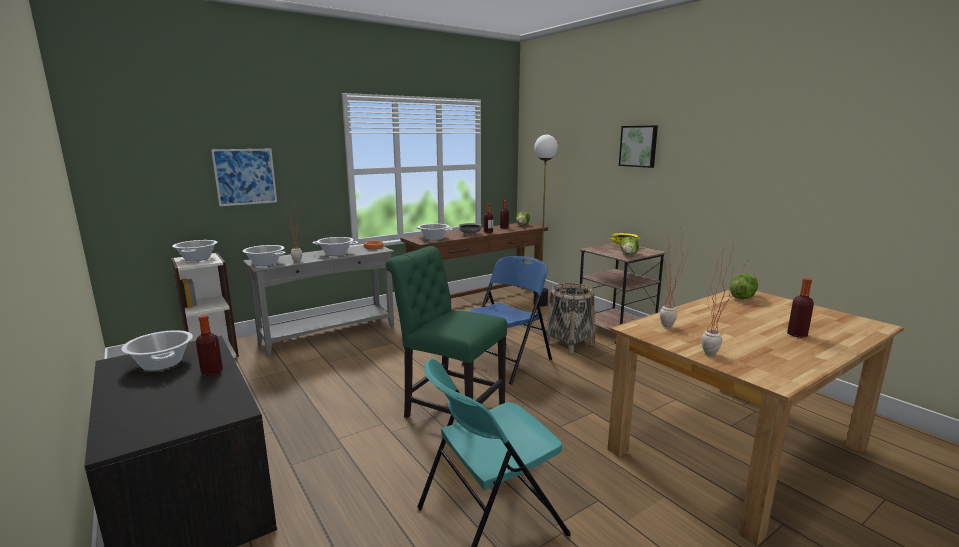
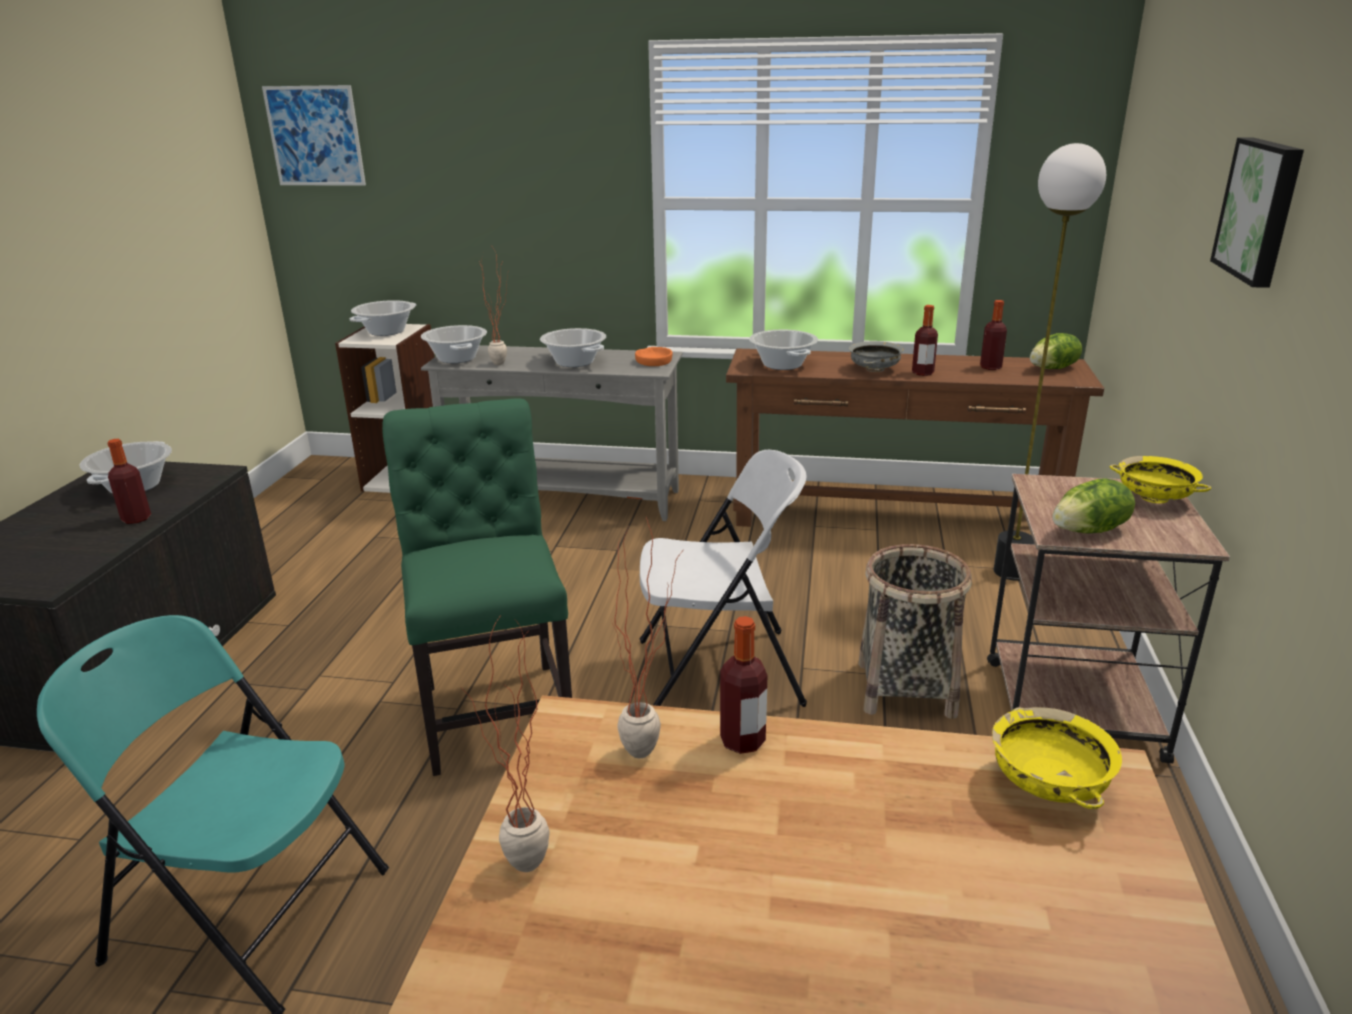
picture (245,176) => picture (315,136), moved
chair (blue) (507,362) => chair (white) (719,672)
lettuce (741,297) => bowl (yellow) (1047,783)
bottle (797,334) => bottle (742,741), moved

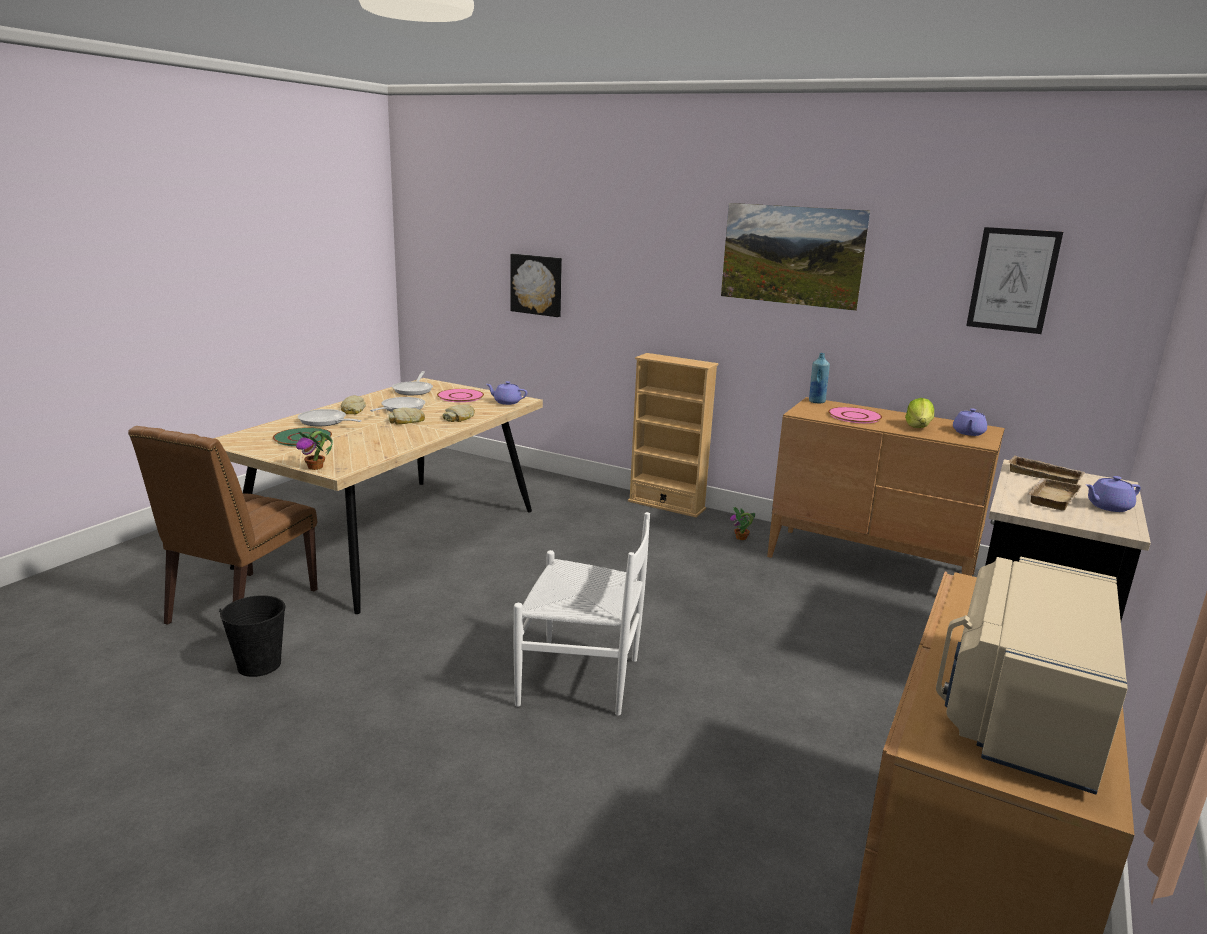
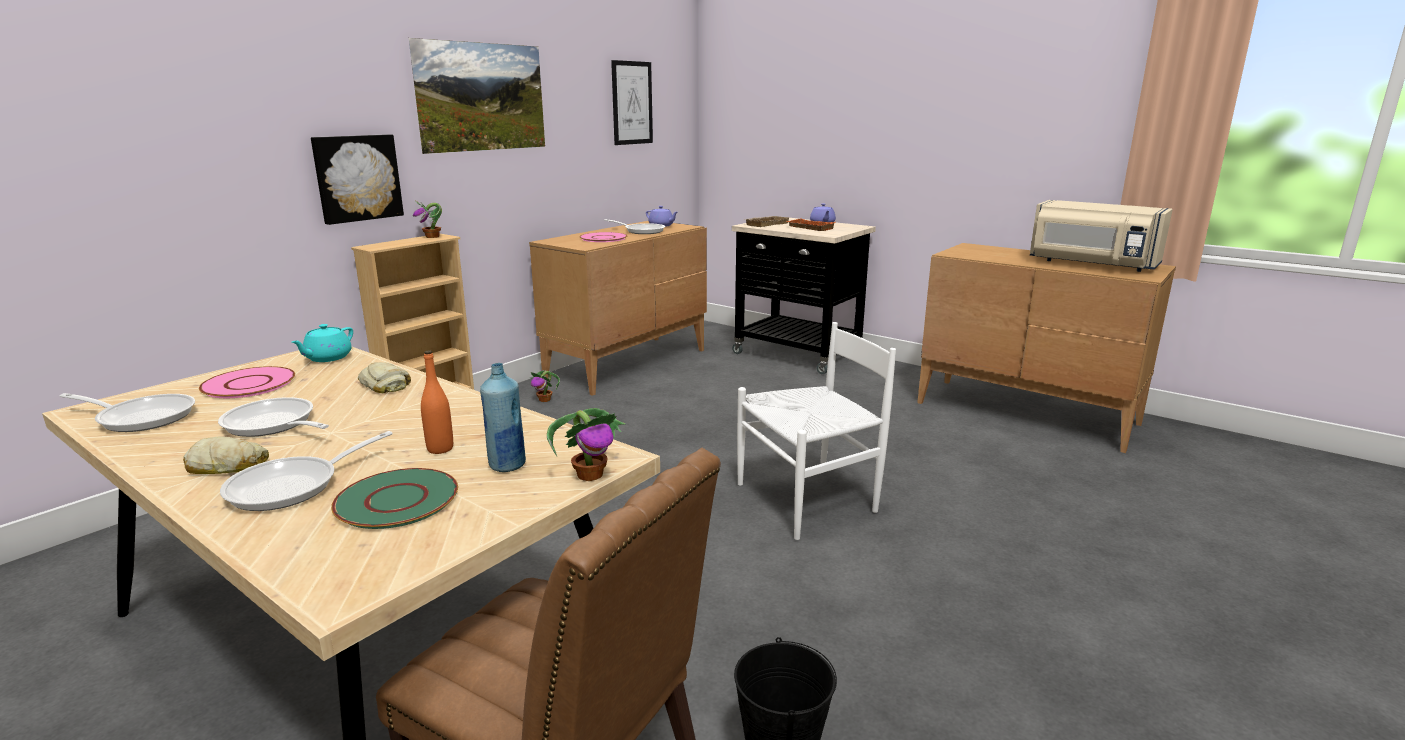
bread (407,421) => nothing
teapot (purple) (506,402) => teapot (turquoise) (327,358)
picture (537,284) => picture (357,178), moved
chair (white) (581,680) => chair (white) (809,500), 45 degrees clockwise
bottle (blue) (816,401) => bottle (blue) (507,465), moved
lettuce (918,427) => frying pan (641,231)
tray (beige) (1050,498) => tray (orange) (809,228)
nothing => potted plant (432,237)
nothing => bottle (orange) (440,449)

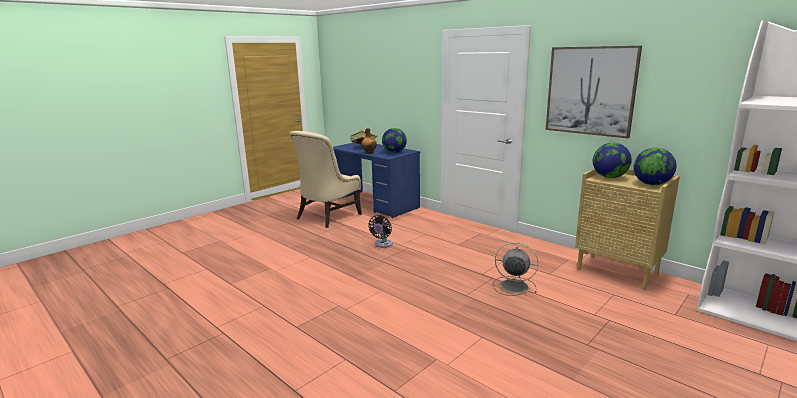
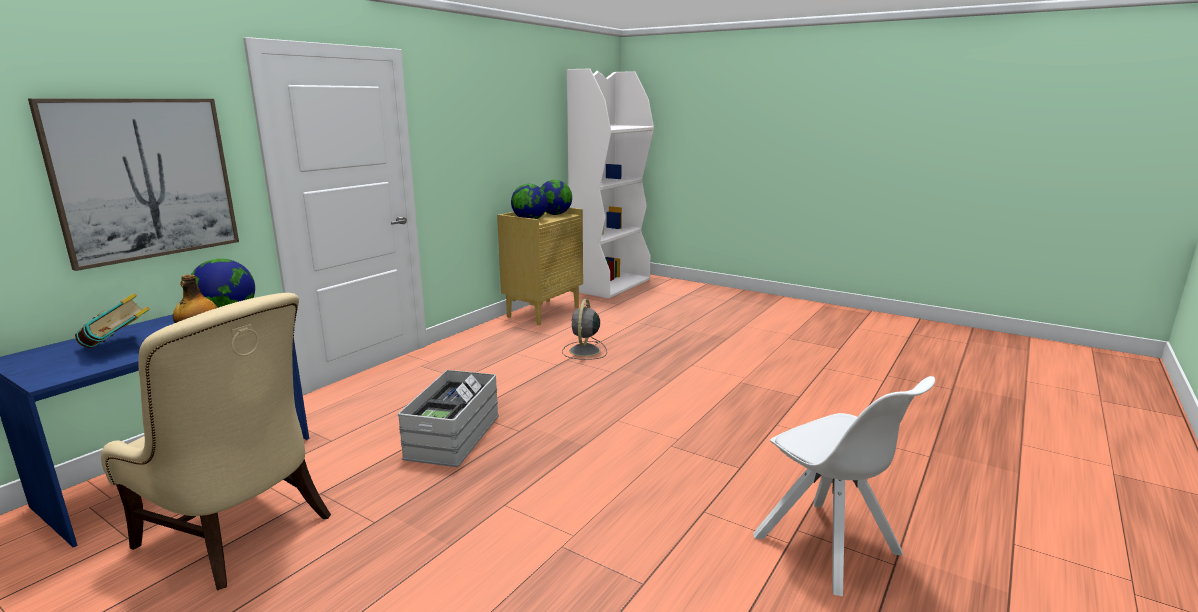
fan (black) (382,244) => storage box (grey) (452,435)
picture (590,91) => picture (145,179), moved
nothing => chair (white) (828,547)

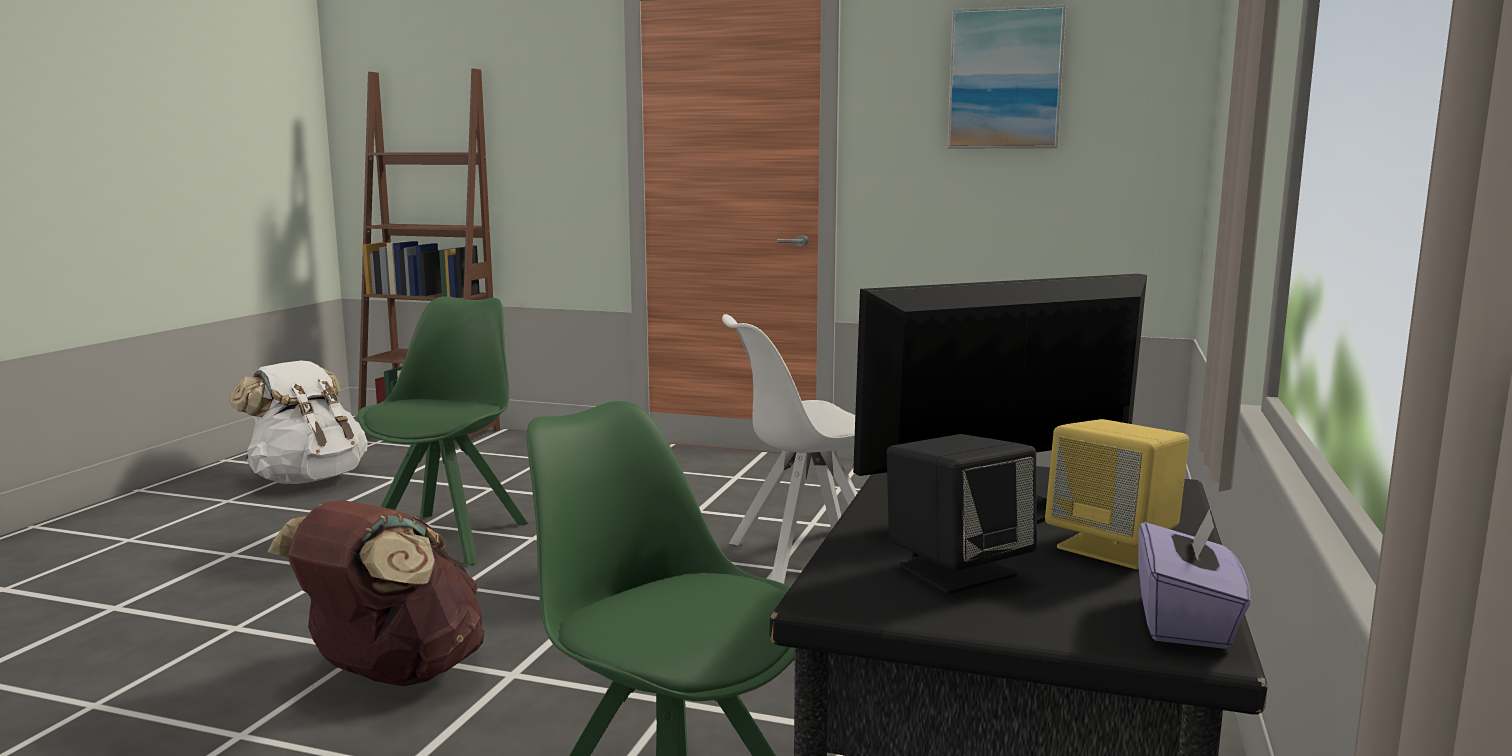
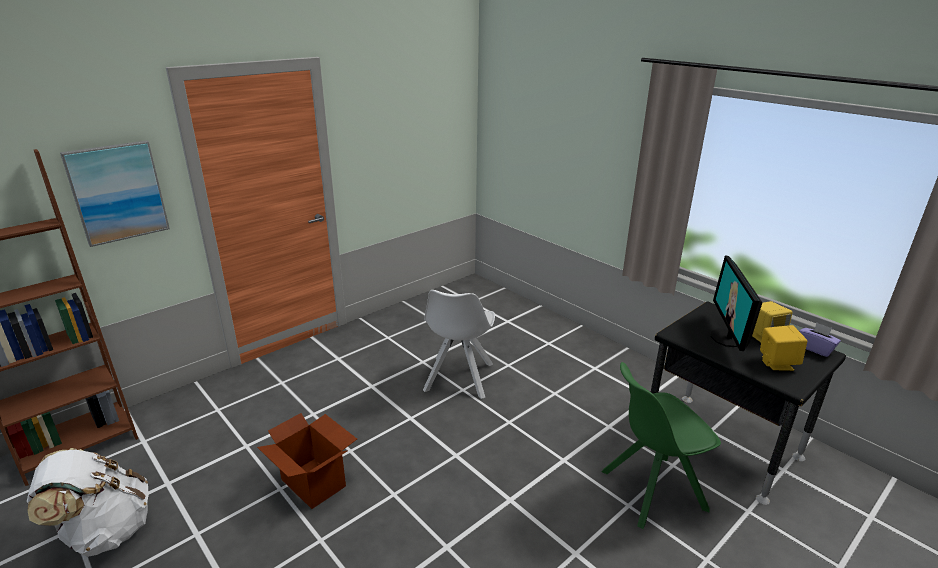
backpack (brown) (393,674) => nothing
chair (green) (449,537) => cardboard box (314,482)
speaker (black) (956,570) => speaker (yellow) (777,363)
picture (1005,79) => picture (117,192), moved

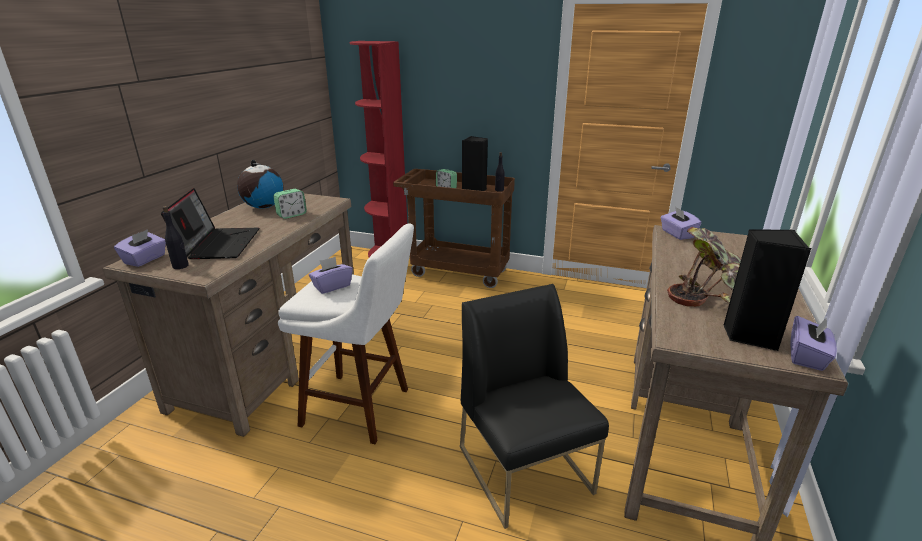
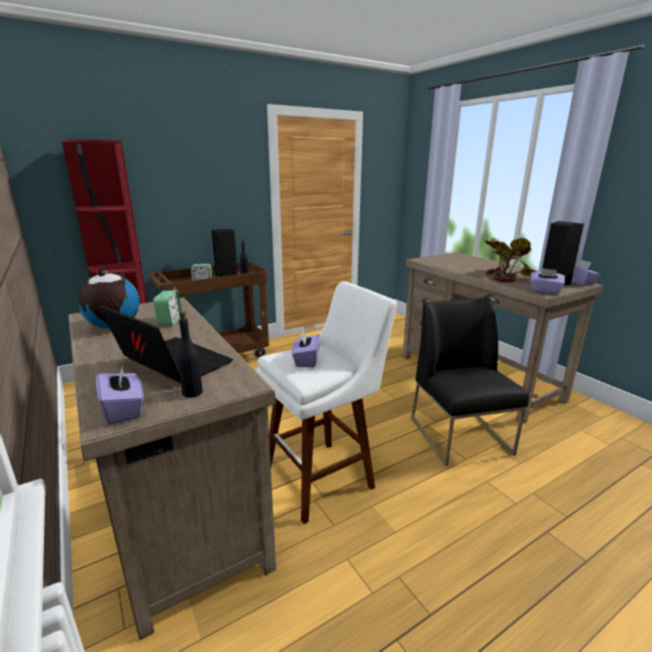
chair (black) (526,470) => chair (black) (461,435), 60 degrees clockwise
tissue box (purple) (677,234) => tissue box (purple) (544,291), moved

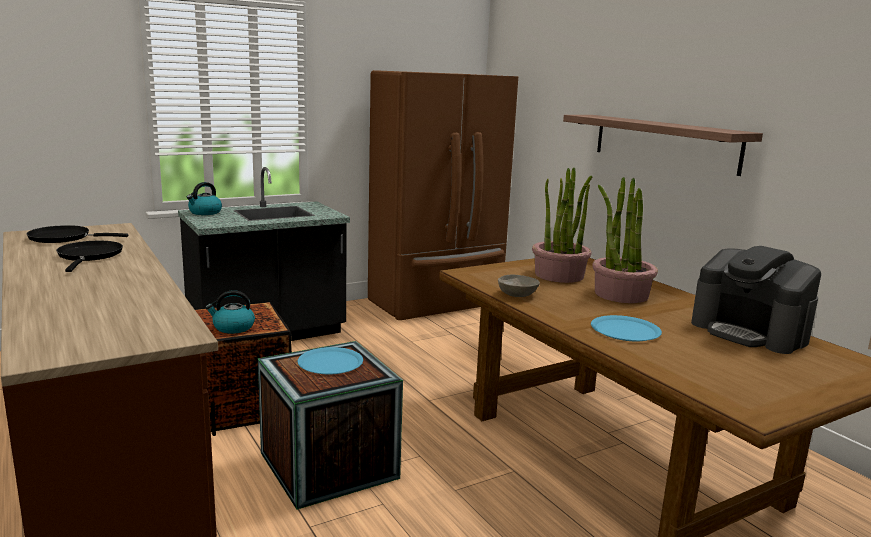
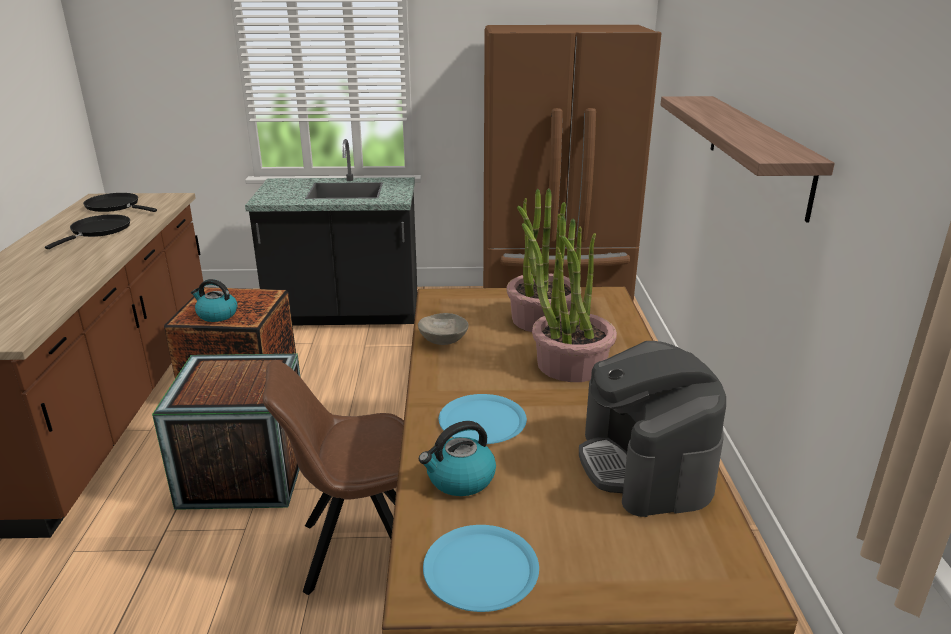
kettle (205,212) => kettle (460,479), moved
plate (blue) (330,362) => plate (blue) (481,569), moved
nothing => chair (brown) (358,550)

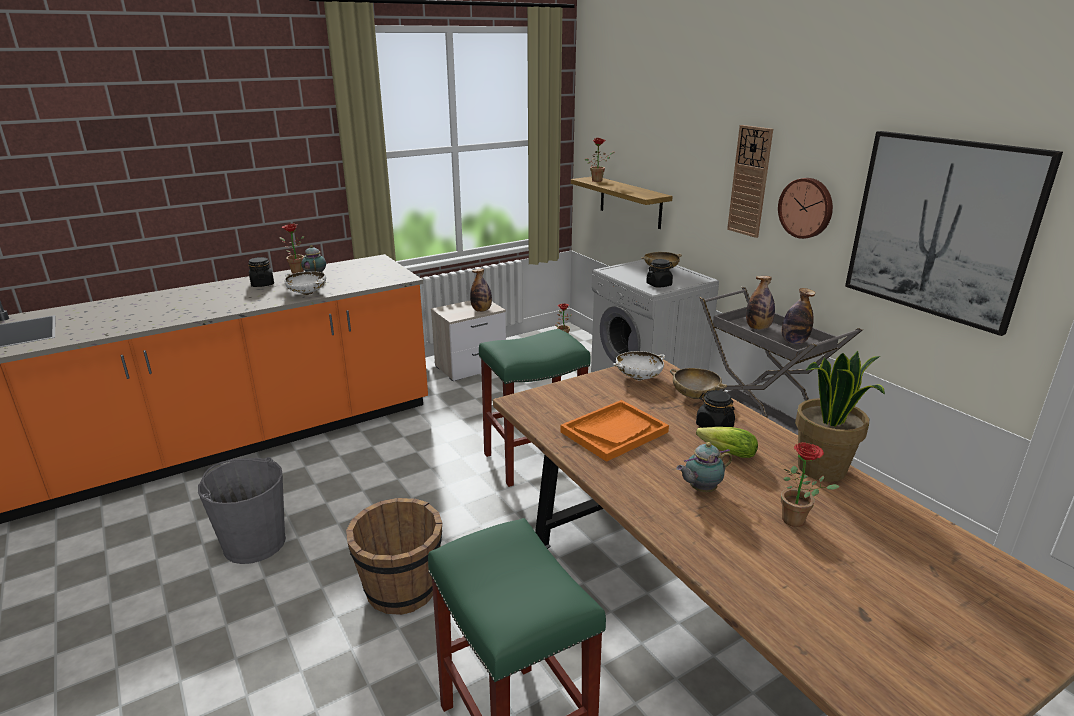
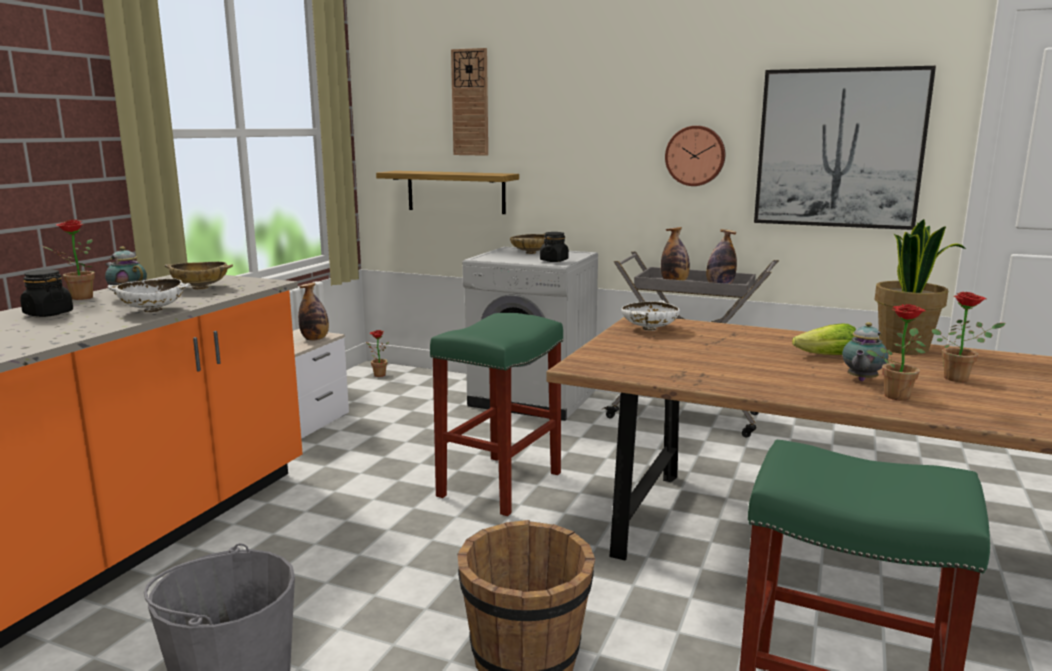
tray (orange) (614,432) => nothing
potted plant (598,180) => potted plant (896,395), moved
bowl (beige) (695,396) => bowl (beige) (200,288), moved
jar (black) (714,426) => nothing
wall clock (750,181) => wall clock (470,102), moved

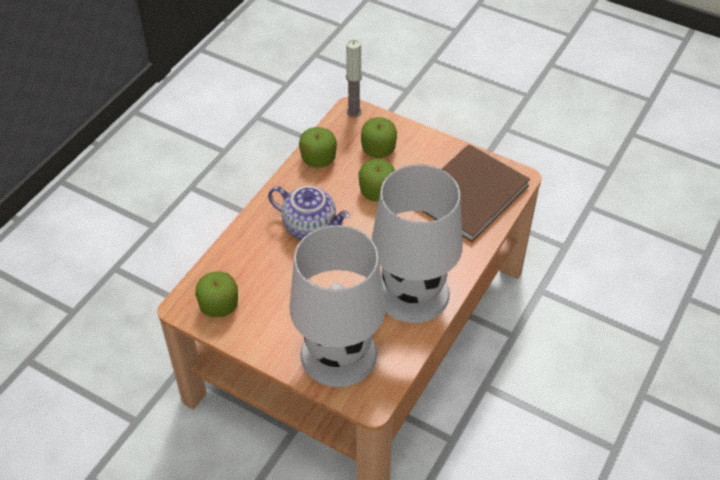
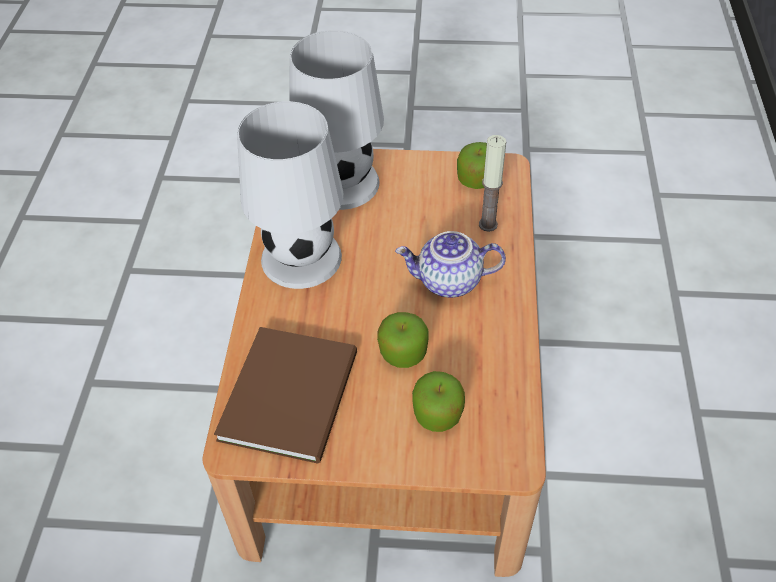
apple (318,158) => nothing
candle (354,112) => candle (488,224), moved

